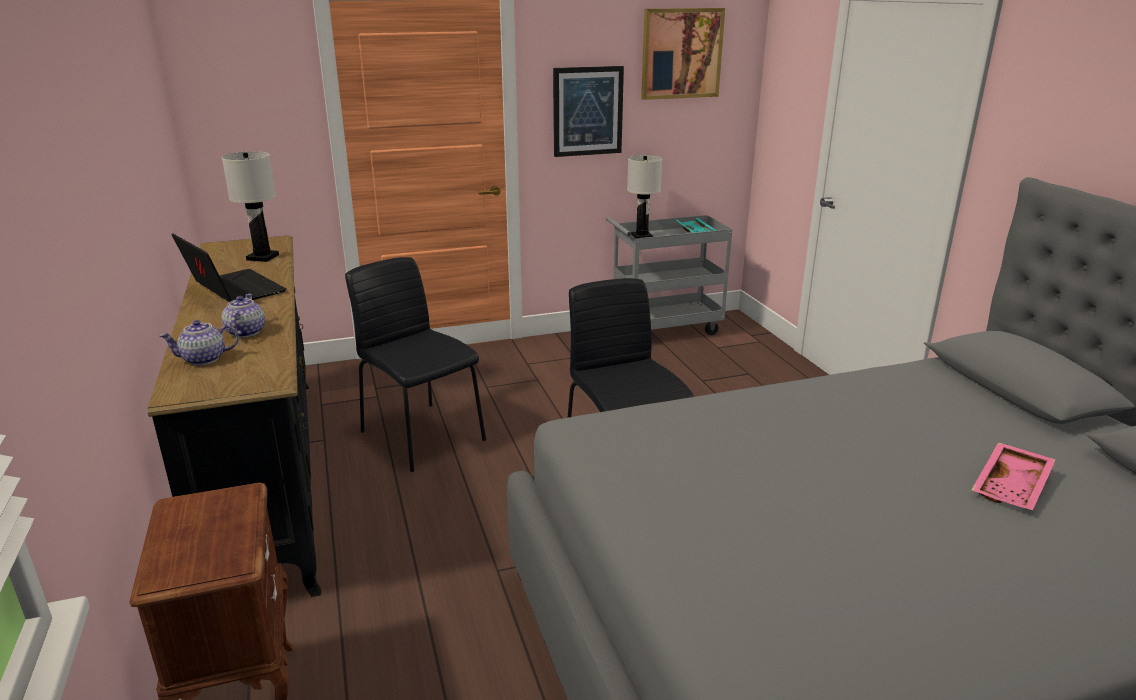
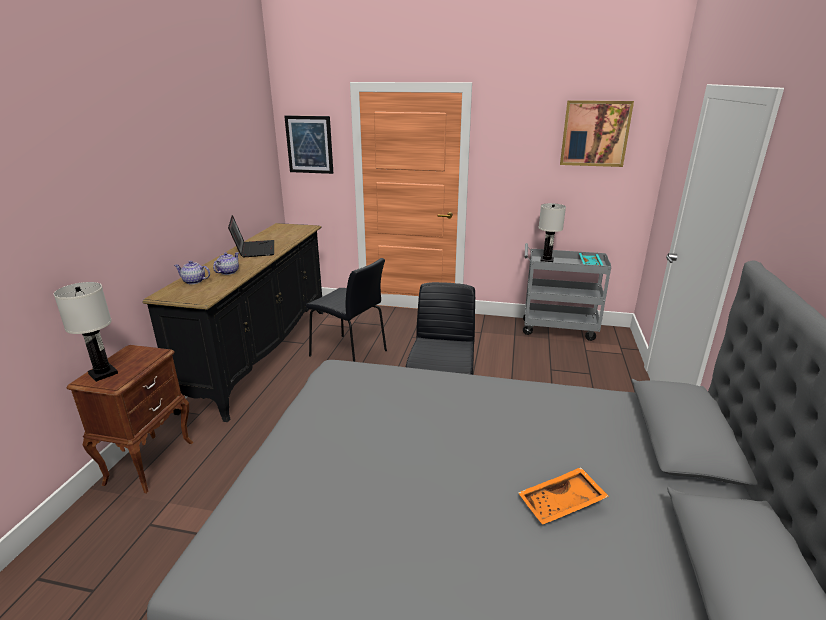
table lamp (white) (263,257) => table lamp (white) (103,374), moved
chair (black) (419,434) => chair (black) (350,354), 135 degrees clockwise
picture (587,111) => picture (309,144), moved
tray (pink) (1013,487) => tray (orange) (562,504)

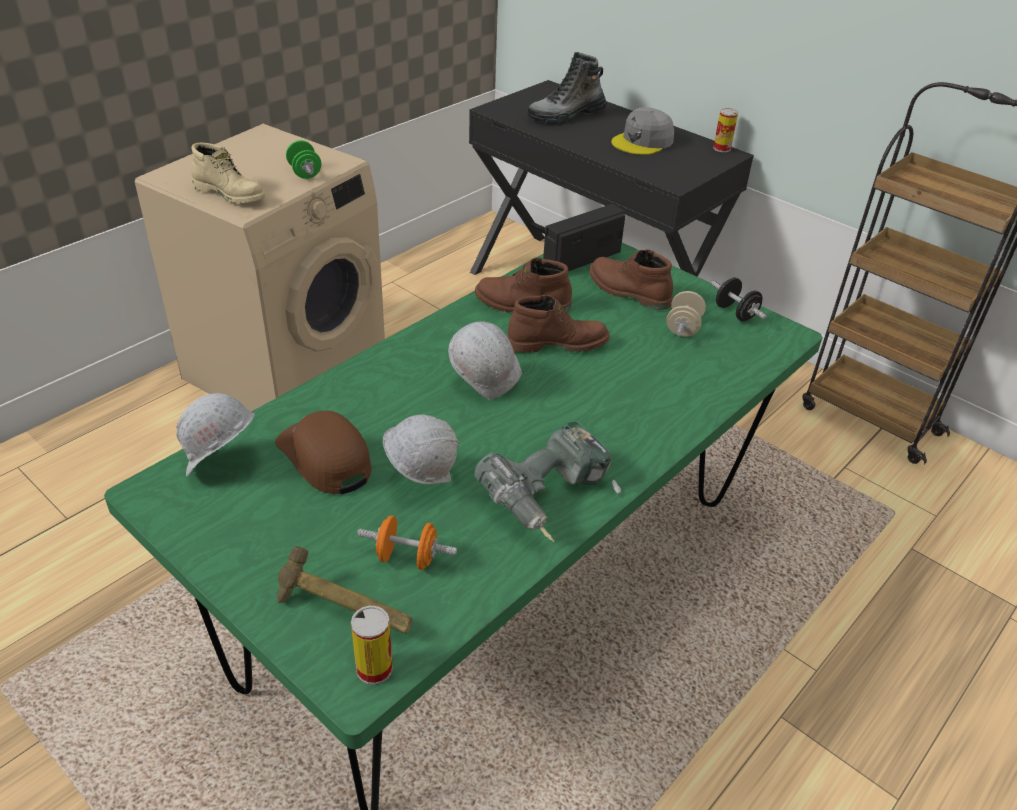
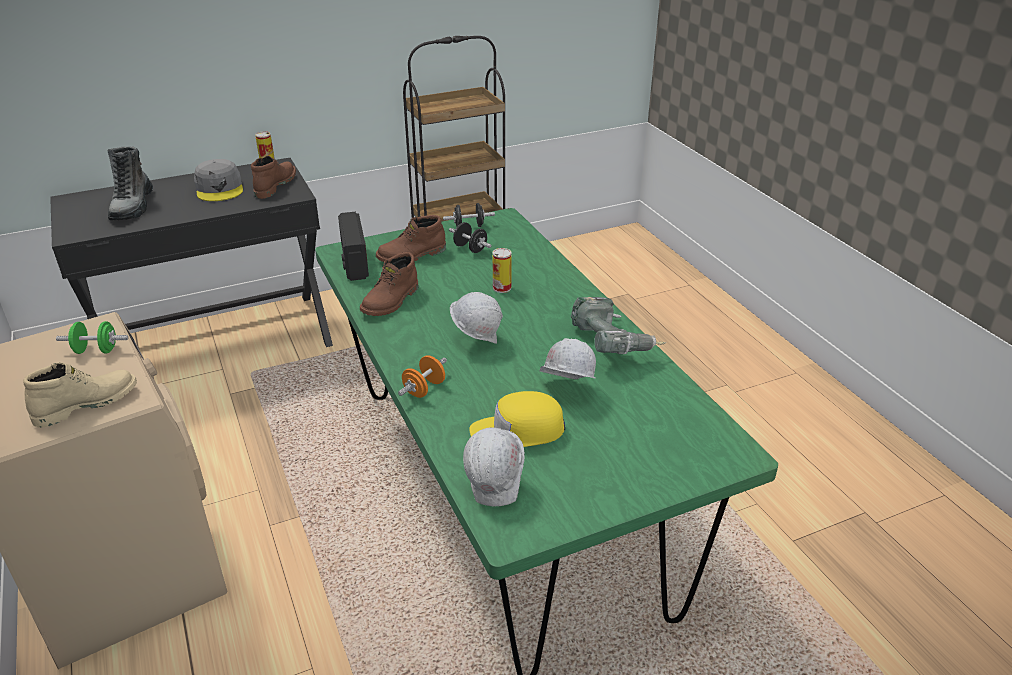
cap (brown) (325,457) => cap (yellow) (517,432)
hammer (345,612) => nothing
can (374,669) => can (502,288), moved
dumbbell (orange) (407,558) => dumbbell (orange) (424,389), moved
boot (brown) (557,343) => boot (brown) (274,185), moved
dumbbell (beige) (683,328) => dumbbell (black) (470,248)

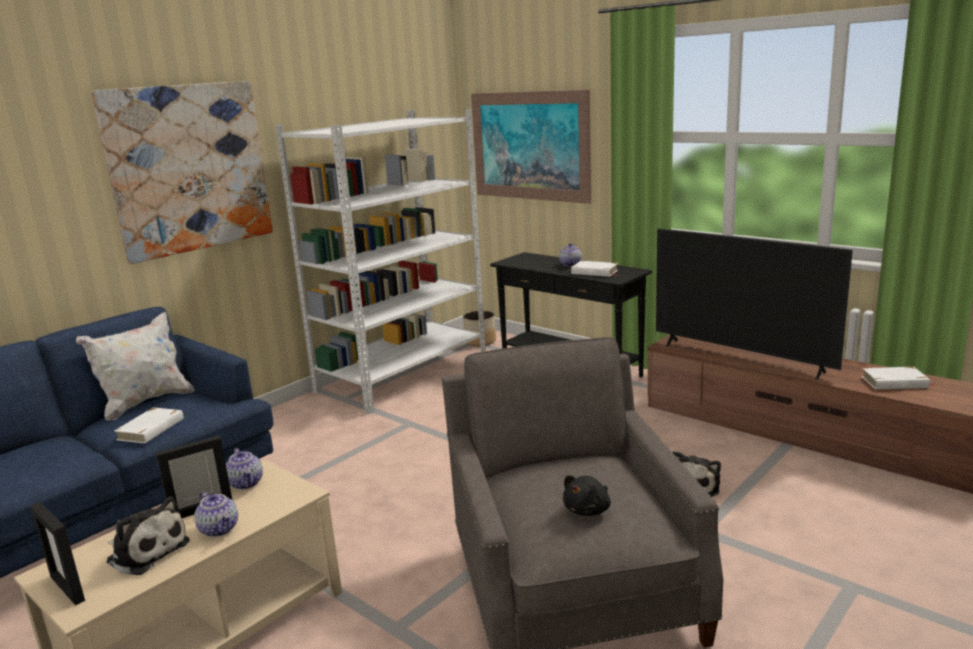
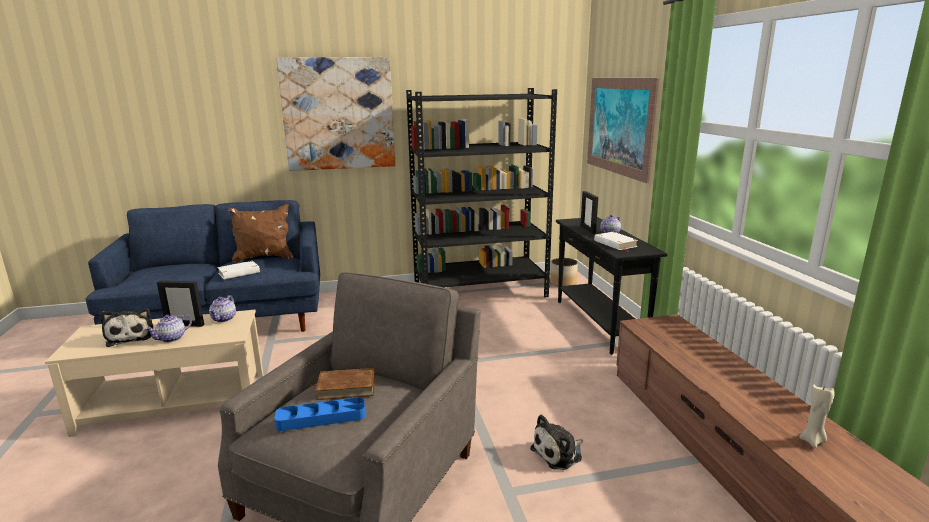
picture frame (69,587) => picture frame (588,229), moved
pillow (white) (145,403) => pillow (brown) (264,258)
teapot (220,529) => teapot (171,338), 45 degrees clockwise
bookcase (white) (403,375) => bookcase (black) (479,291)
plush toy (black) (588,510) => tray (blue) (321,418)
television (741,358) => nothing
book (white) (895,382) => candle (beige) (812,441)
nothing => book (brown) (346,387)

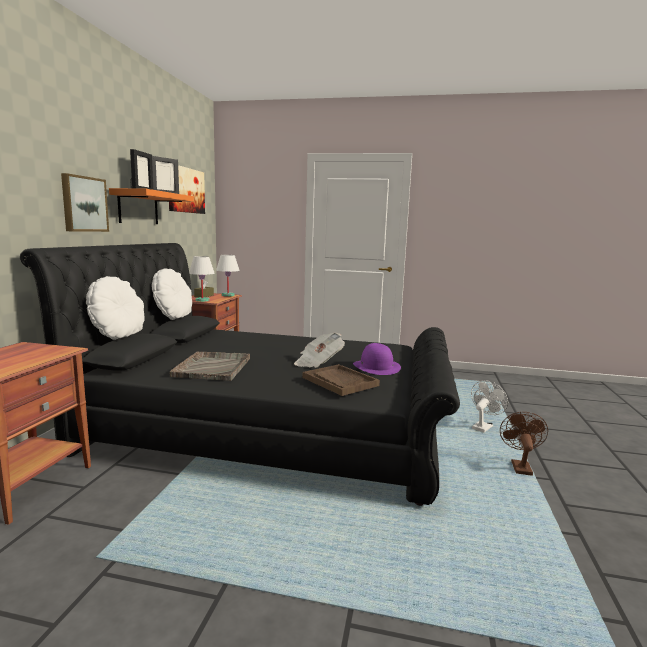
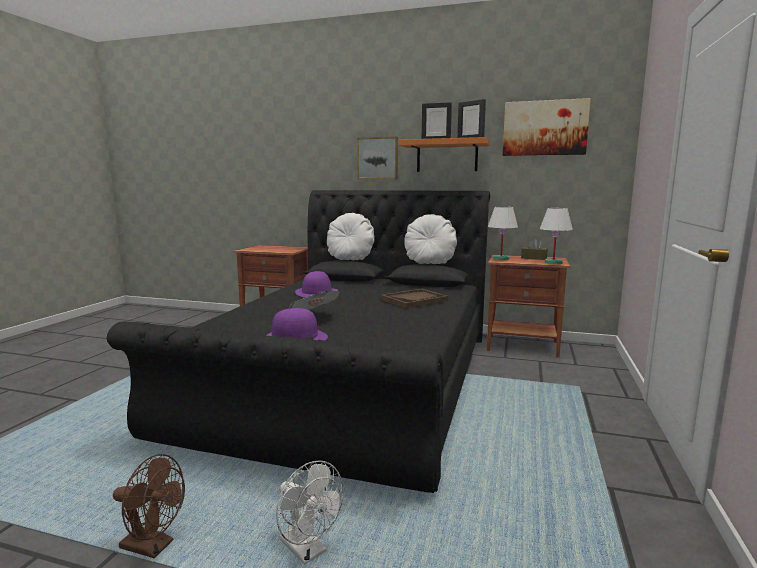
tray (grey) (213,367) => hat (purple) (316,292)
tray (brown) (339,381) => tray (brown) (414,300), moved

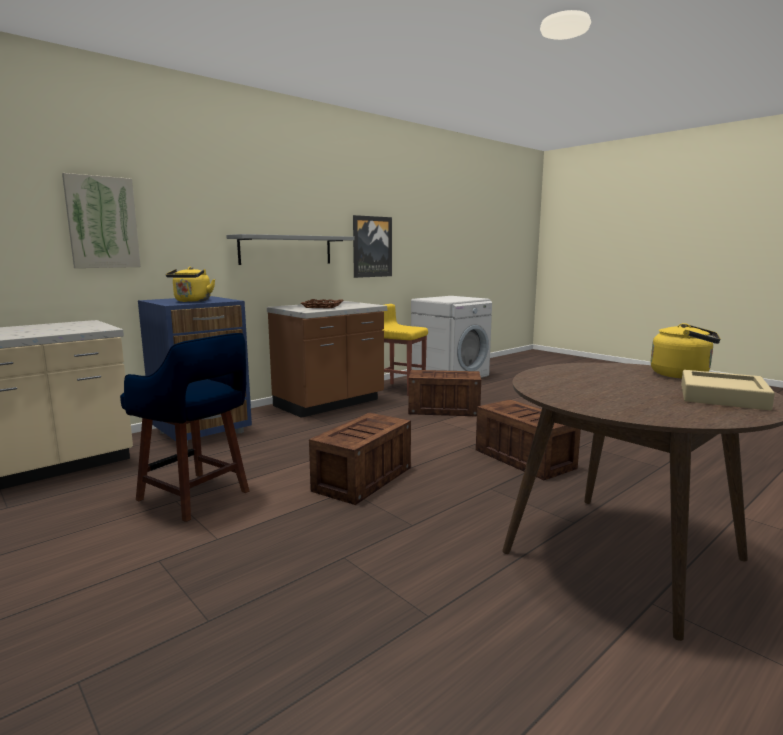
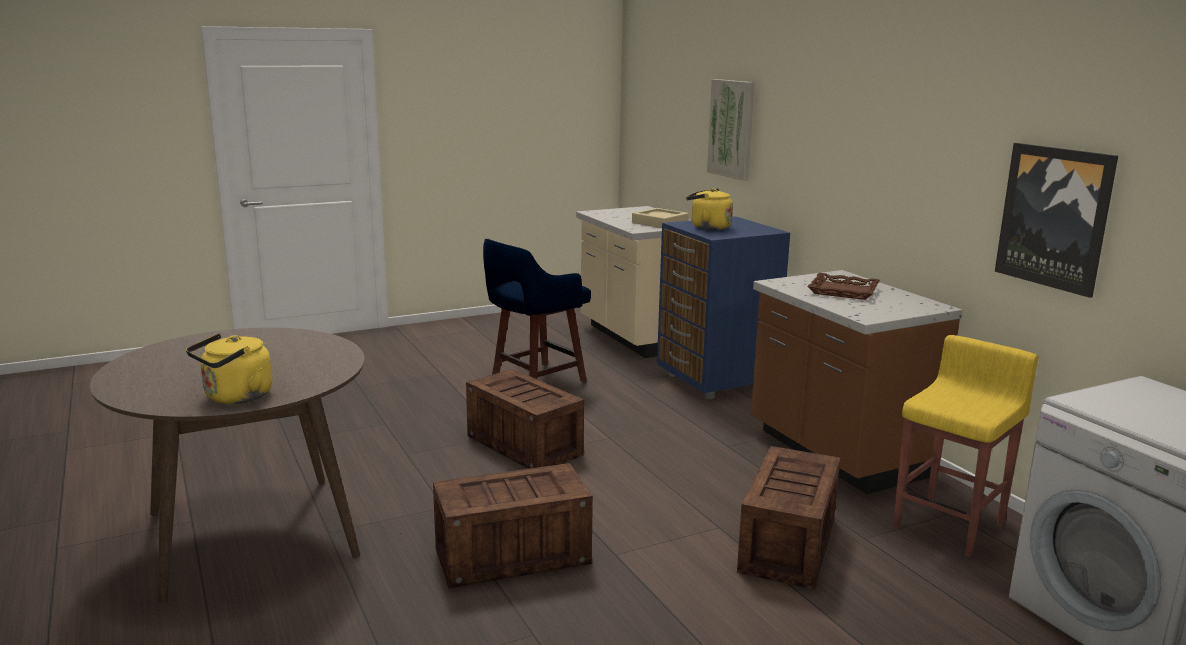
shelf (grey) (286,250) => nothing
tray (beige) (722,397) => tray (beige) (660,222), moved

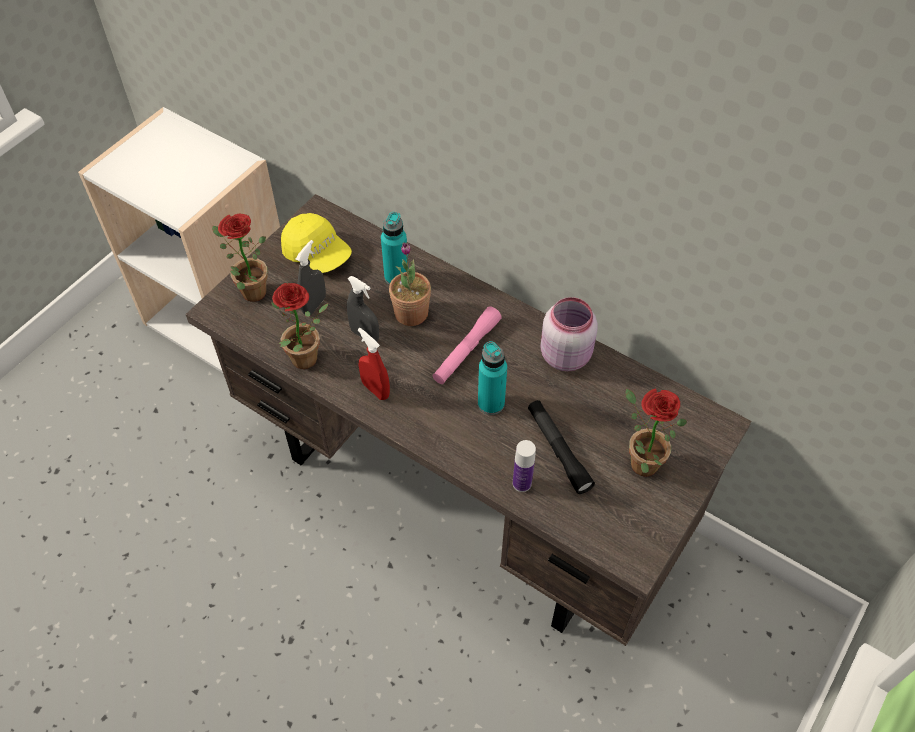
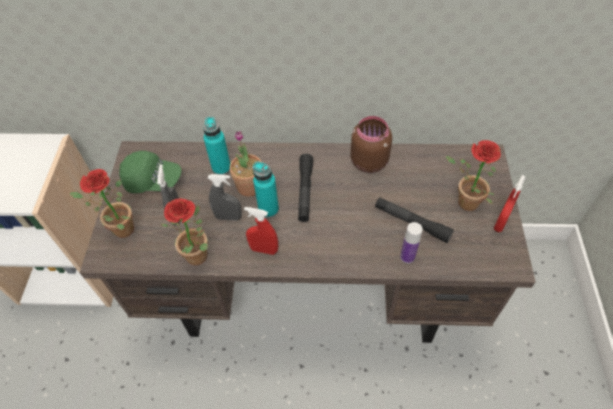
cap (yellow) (317,254) => cap (green) (153,180)
flashlight (pink) (466,350) => flashlight (black) (305,191)
bottle (turquoise) (491,403) => bottle (turquoise) (268,209), moved
jar (pink) (565,354) => jar (brown) (368,161)
nothing => spray bottle (red) (500,223)

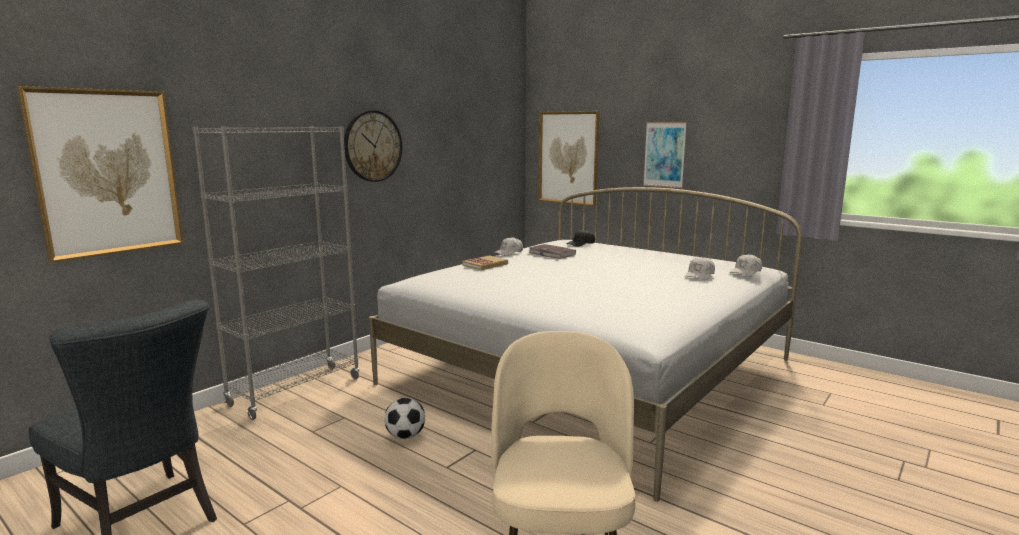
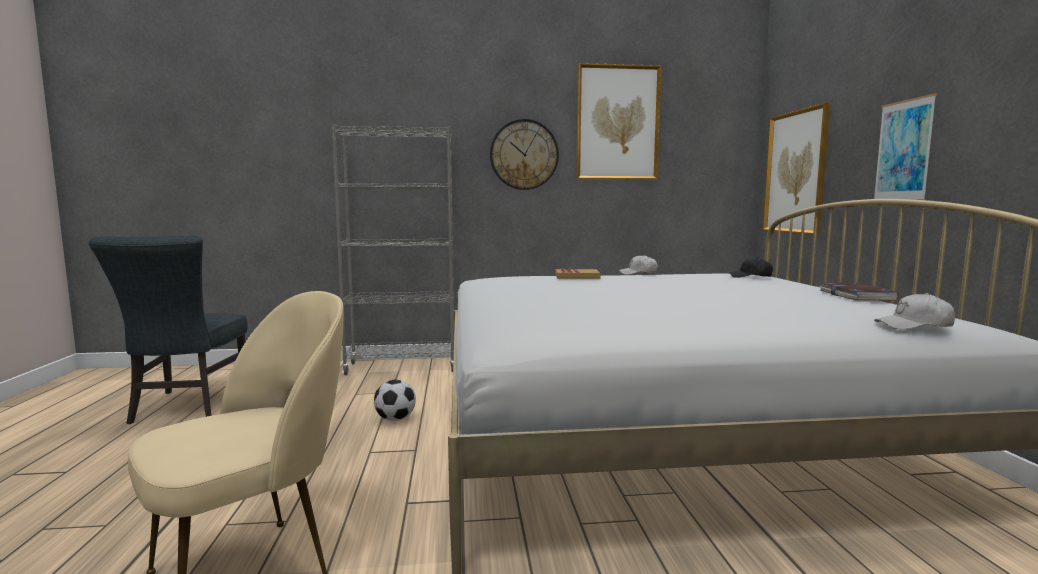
picture (107,172) => picture (617,123), moved
book (552,254) => book (856,295), moved
cap (white) (699,275) => nothing

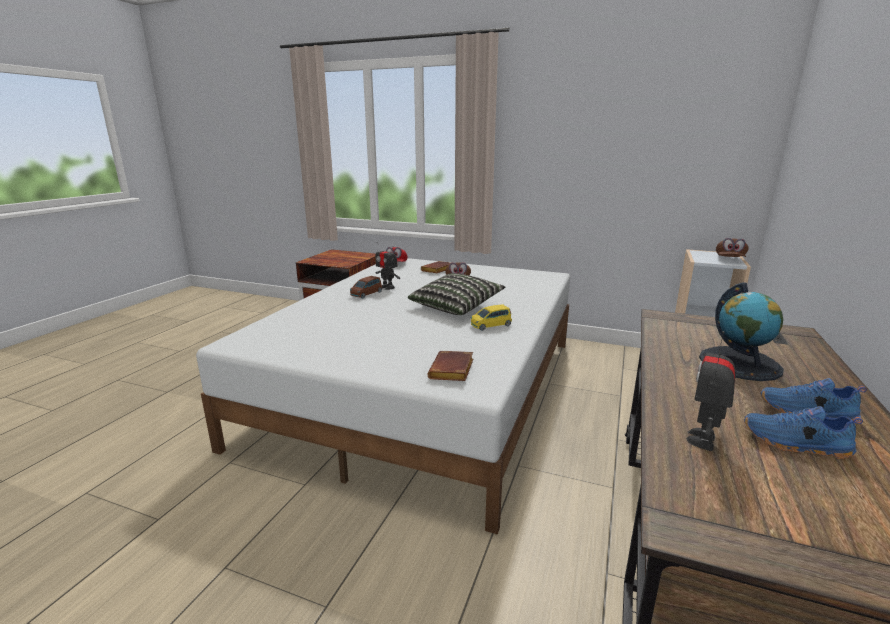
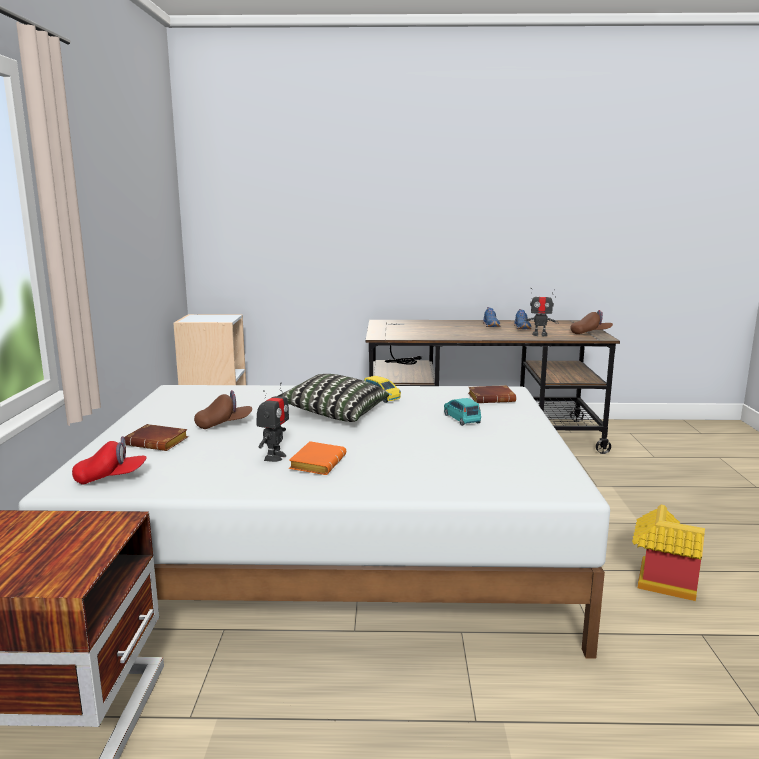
toy car (brown) (366,294) => book (orange) (317,463)
globe (740,363) => nothing
cap (brown) (729,260) => cap (brown) (590,333), moved
nothing => toy car (turquoise) (461,419)
nothing => toy house (658,581)

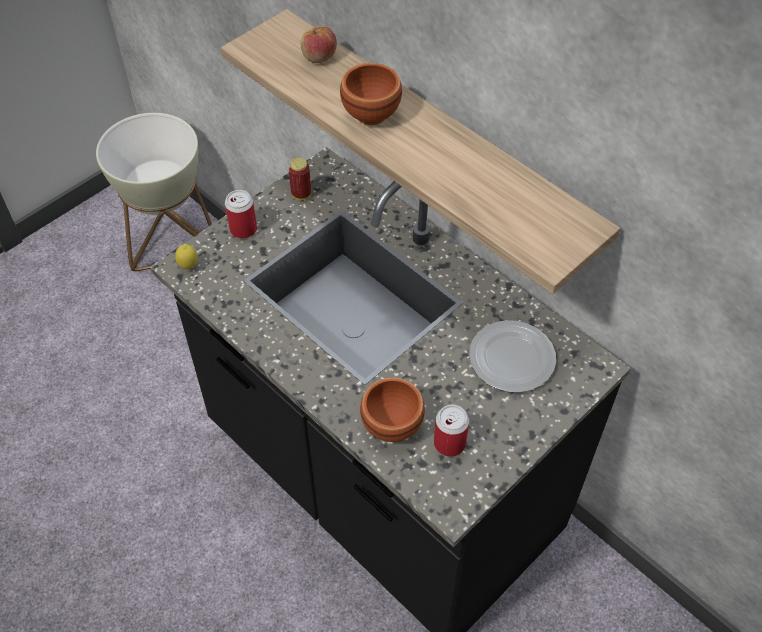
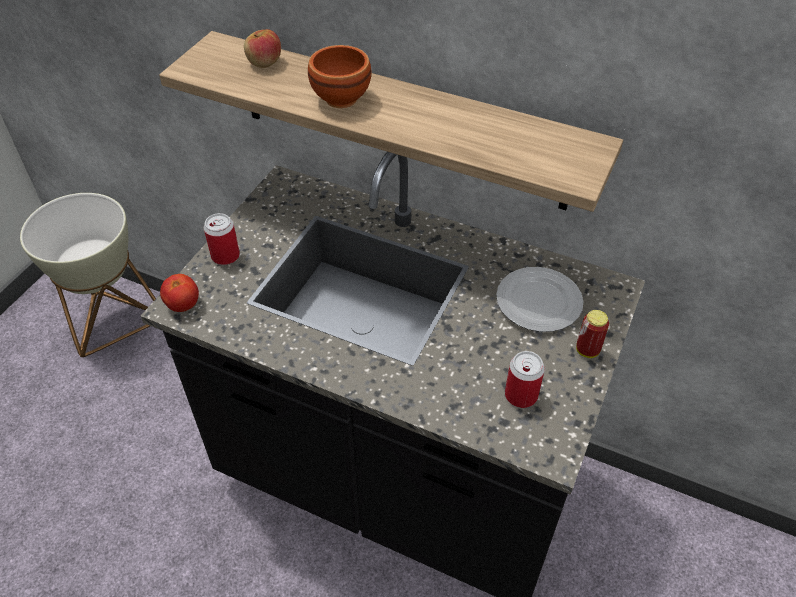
lemon (189,267) => tomato (183,305)
can (301,194) => can (587,350), moved
bowl (brown) (393,424) => nothing

